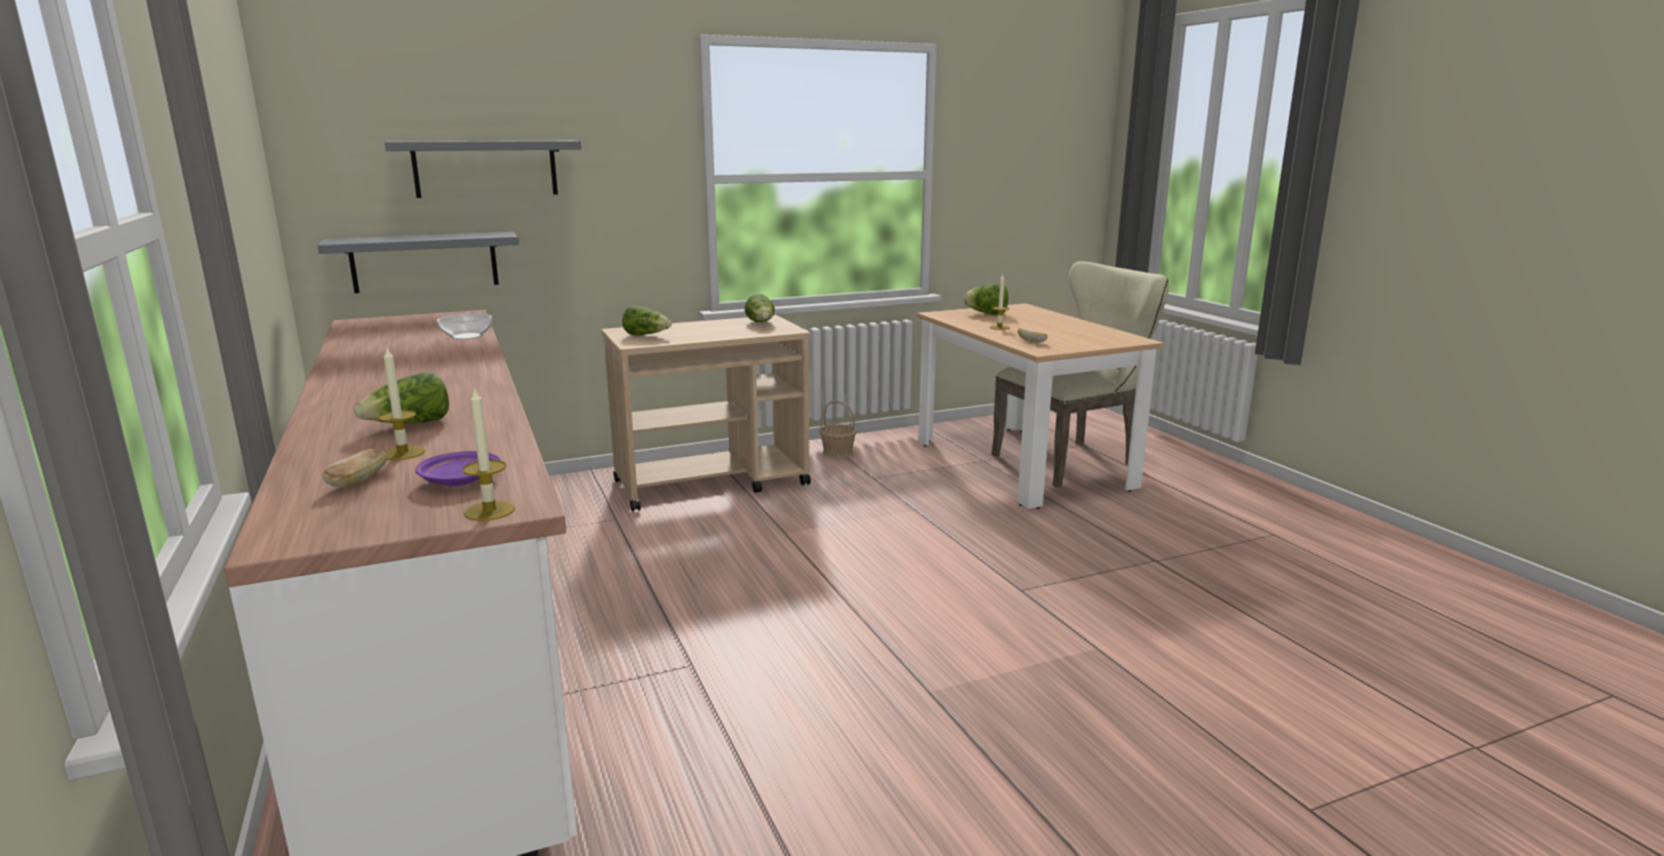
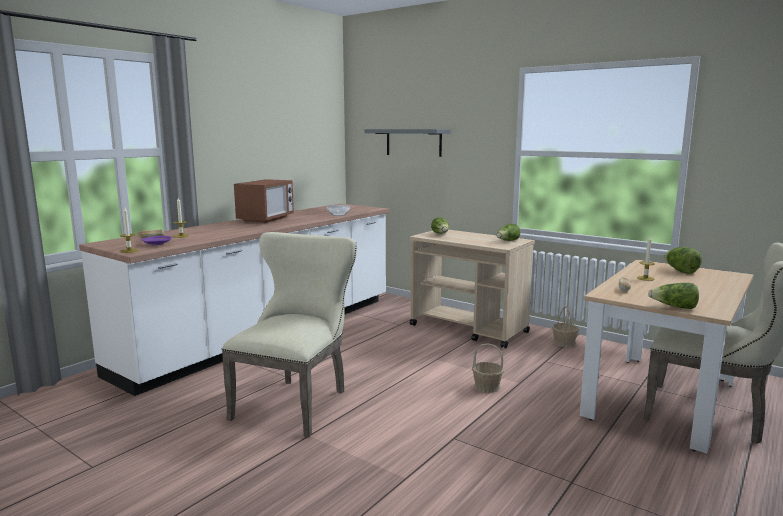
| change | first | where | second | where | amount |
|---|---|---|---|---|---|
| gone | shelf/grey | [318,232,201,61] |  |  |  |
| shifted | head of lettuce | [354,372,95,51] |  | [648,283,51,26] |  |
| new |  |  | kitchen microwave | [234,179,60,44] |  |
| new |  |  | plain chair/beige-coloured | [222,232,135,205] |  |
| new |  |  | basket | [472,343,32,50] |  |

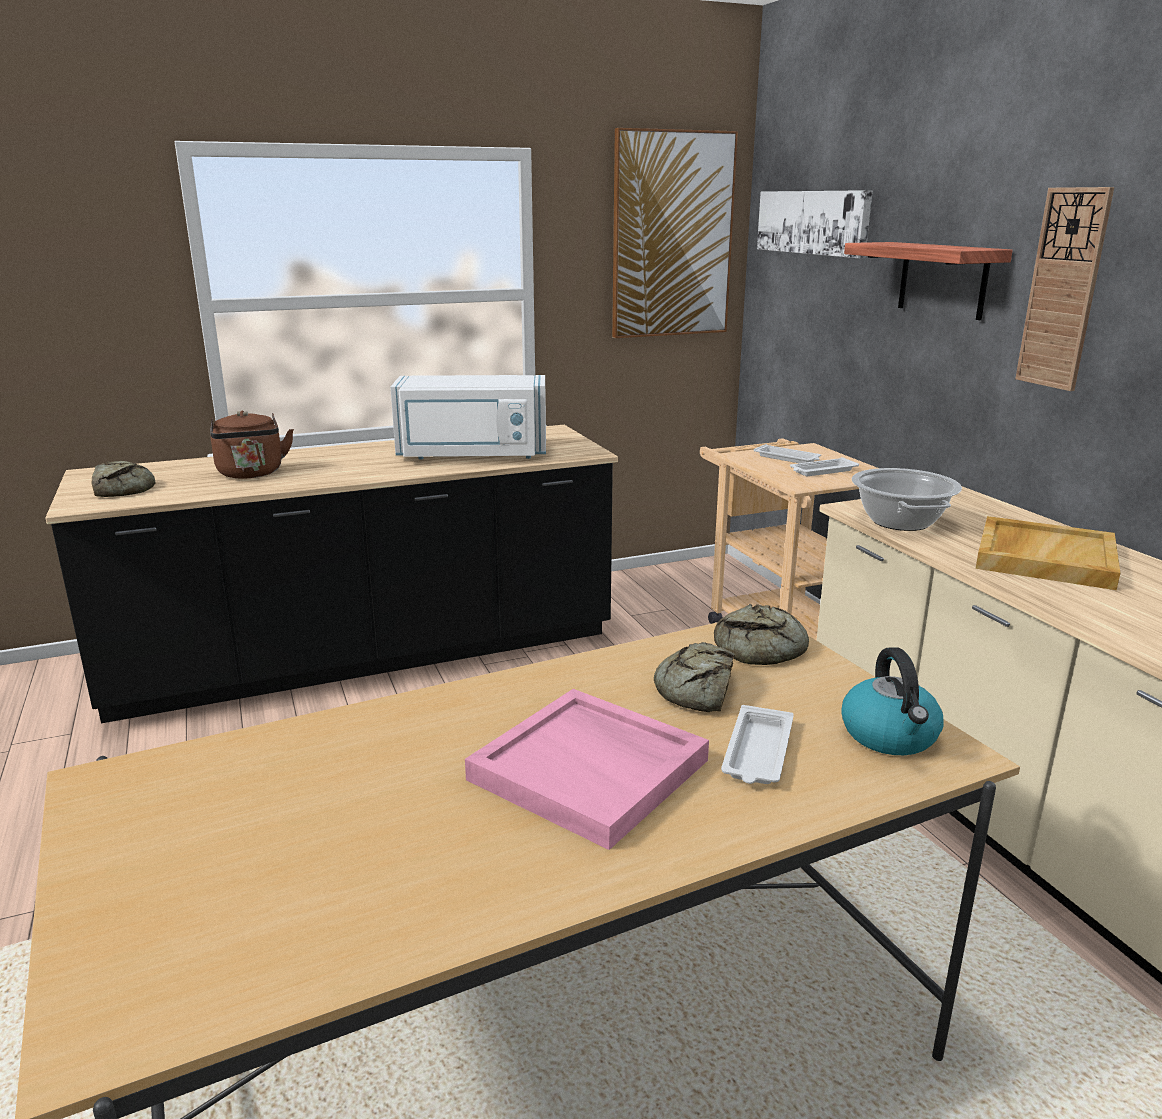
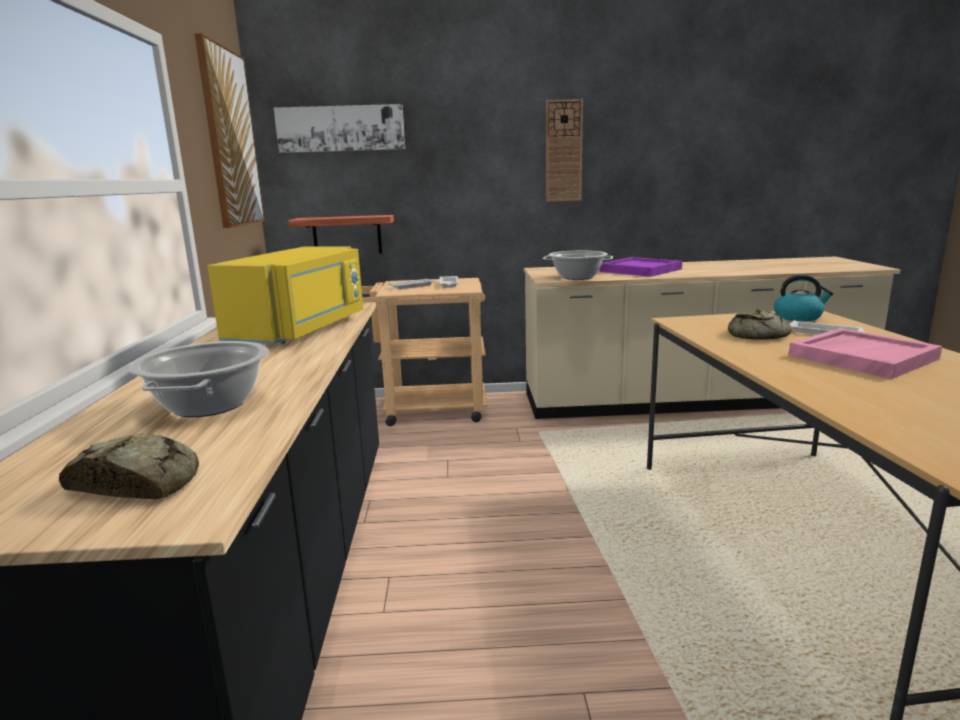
| change | first | where | second | where | amount |
|---|---|---|---|---|---|
| shifted | shelf | [844,242,169,78] |  | [289,215,105,39] |  |
| repainted | kitchen microwave/white | [390,375,156,85] | kitchen microwave/yellow | [207,246,156,98] |  |
| swapped | kettle/brown | [210,411,84,68] | cooking pot | [129,341,139,76] |  |
| repainted | carrying tray/beige-coloured | [976,516,144,74] | carrying tray/purple-coloured | [599,257,83,20] |  |
| gone | baked bread | [714,604,95,61] |  |  |  |

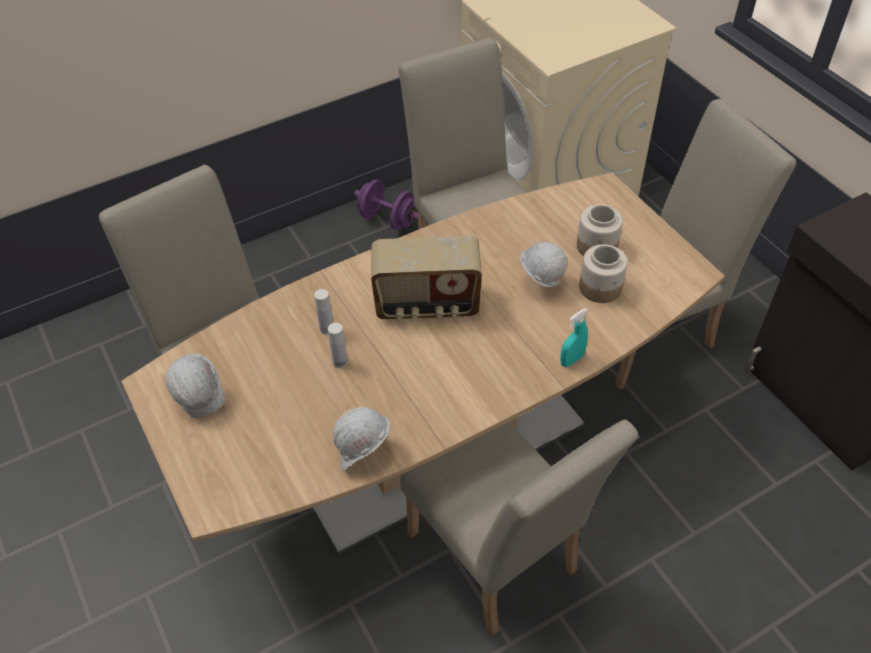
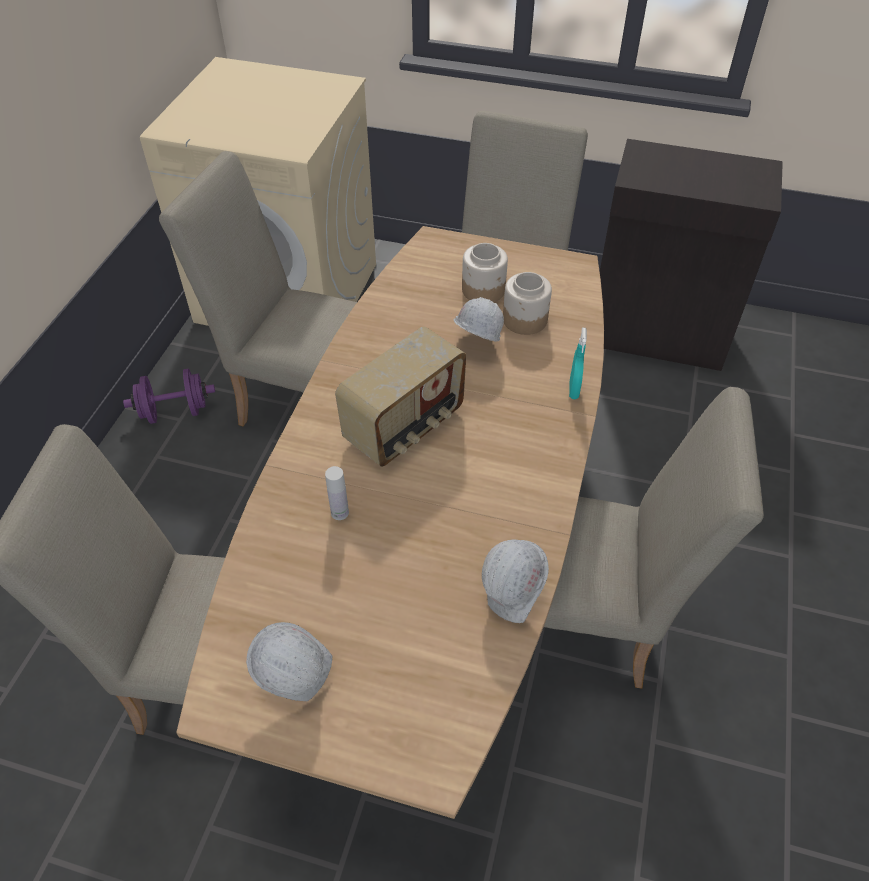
| change | first | where | second | where | amount |
|---|---|---|---|---|---|
| gone | drink bottle/white | [328,323,20,45] |  |  |  |

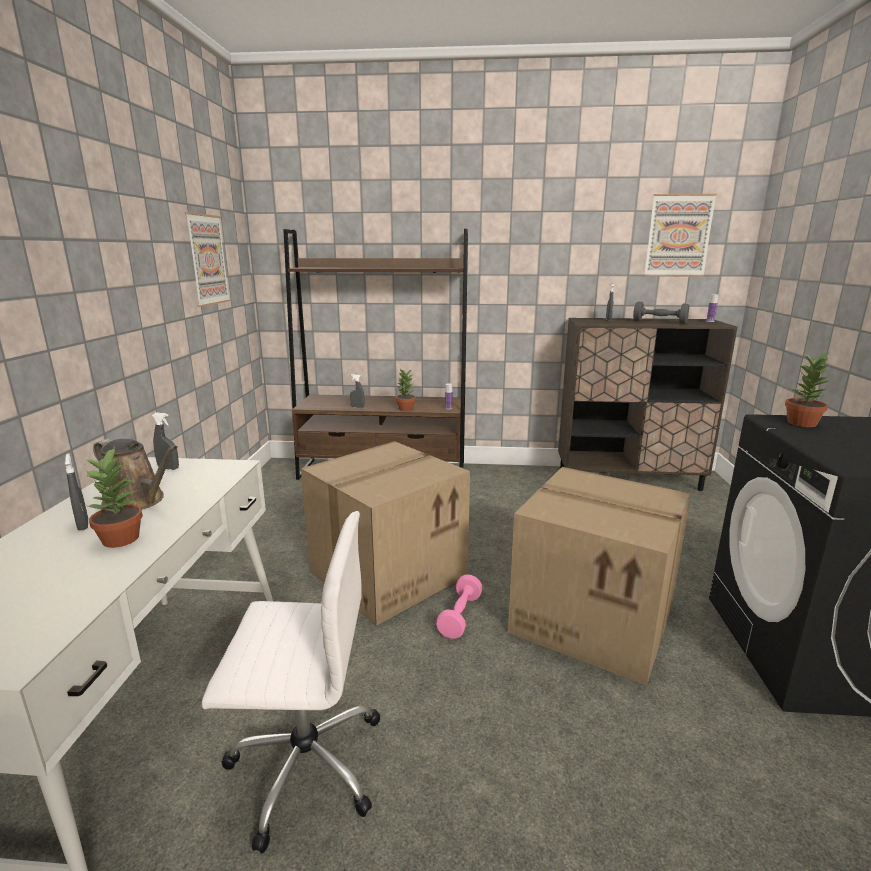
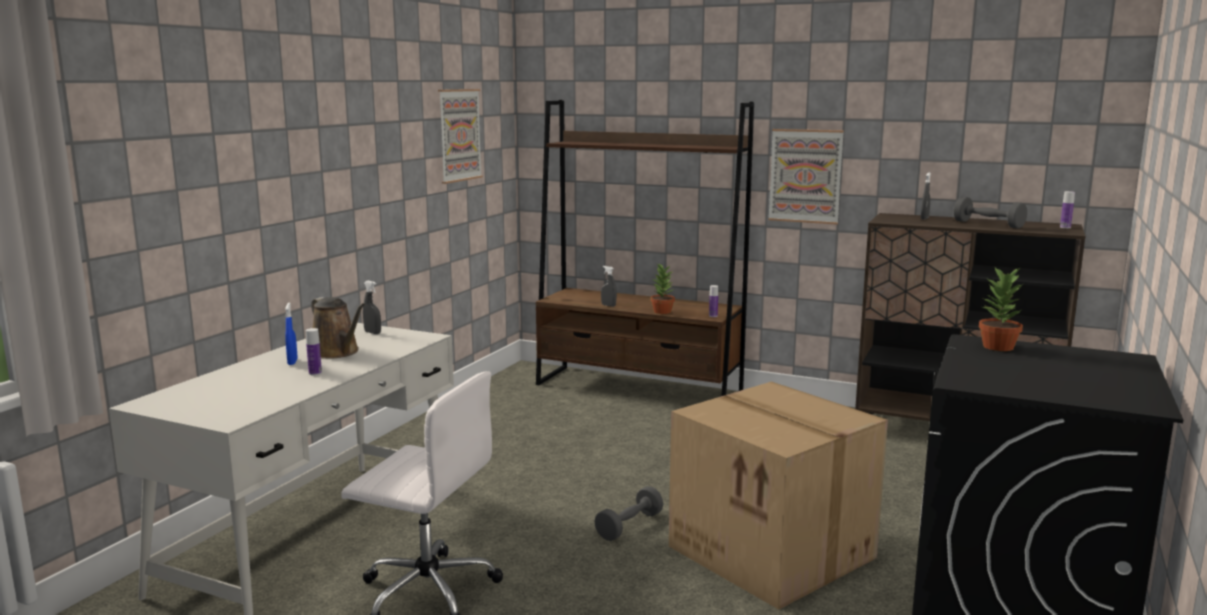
| change | first | where | second | where | amount |
|---|---|---|---|---|---|
| shifted | picture | [644,194,73,82] |  | [768,129,76,95] |  |
| gone | cardboard box | [301,441,169,185] |  |  |  |
| swapped | potted plant | [85,446,58,102] | drink bottle | [306,328,16,47] |  |
| repainted | sprayer/grey | [65,453,23,78] | sprayer/bluish | [285,303,13,62] |  |
| repainted | dumbbell/pinkish | [436,575,47,64] | dumbbell/grey | [594,486,69,55] |  |

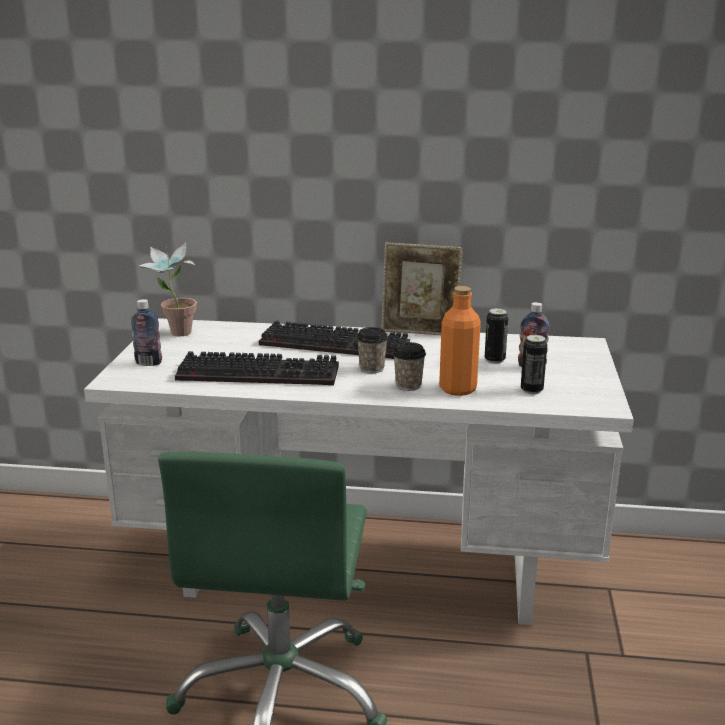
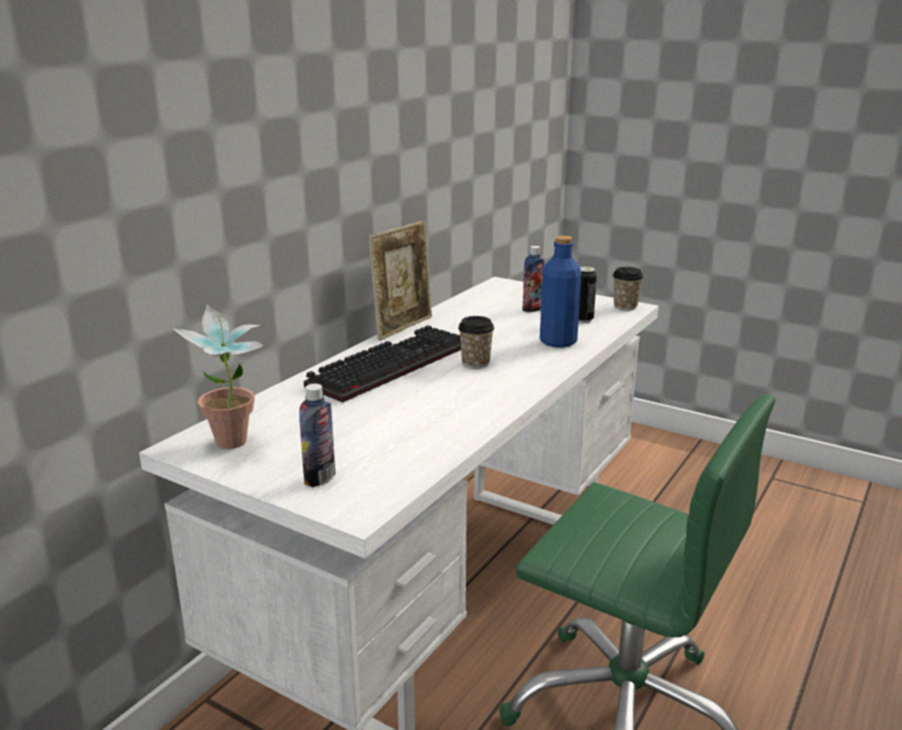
| change | first | where | second | where | amount |
|---|---|---|---|---|---|
| repainted | drink bottle/orange | [439,286,42,110] | drink bottle/bluish | [540,236,41,112] |  |
| gone | sealed can | [485,308,23,56] |  |  |  |
| shifted | drinking cup | [393,342,33,49] |  | [613,267,30,43] |  |
| gone | keyboard | [175,351,164,34] |  |  |  |

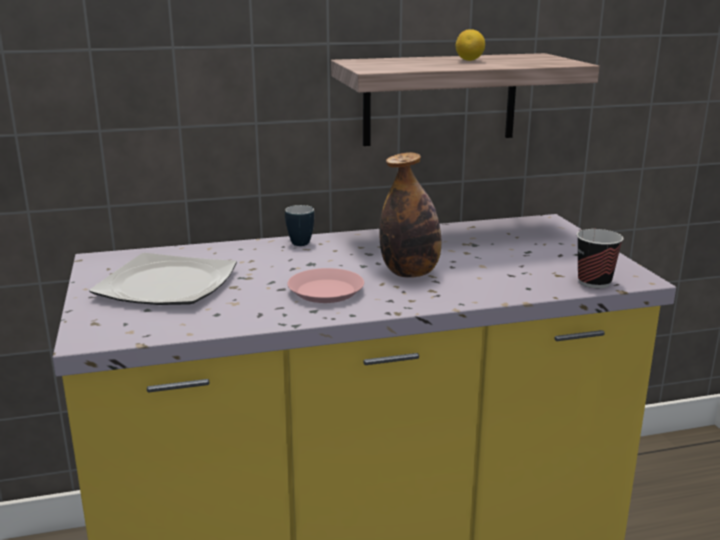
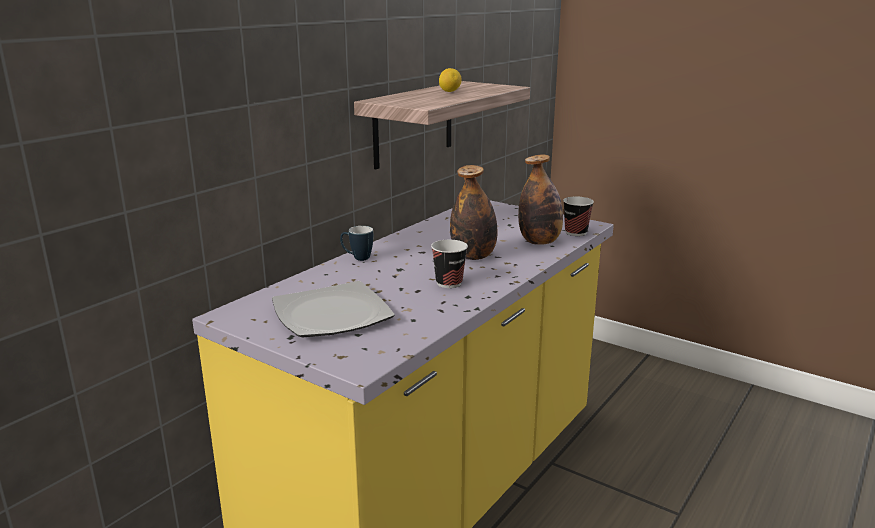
| change | first | where | second | where | amount |
|---|---|---|---|---|---|
| swapped | flat dish/pinkish | [287,268,77,35] | drinking cup | [431,240,37,48] |  |
| new |  |  | drink bottle | [518,154,45,91] |  |

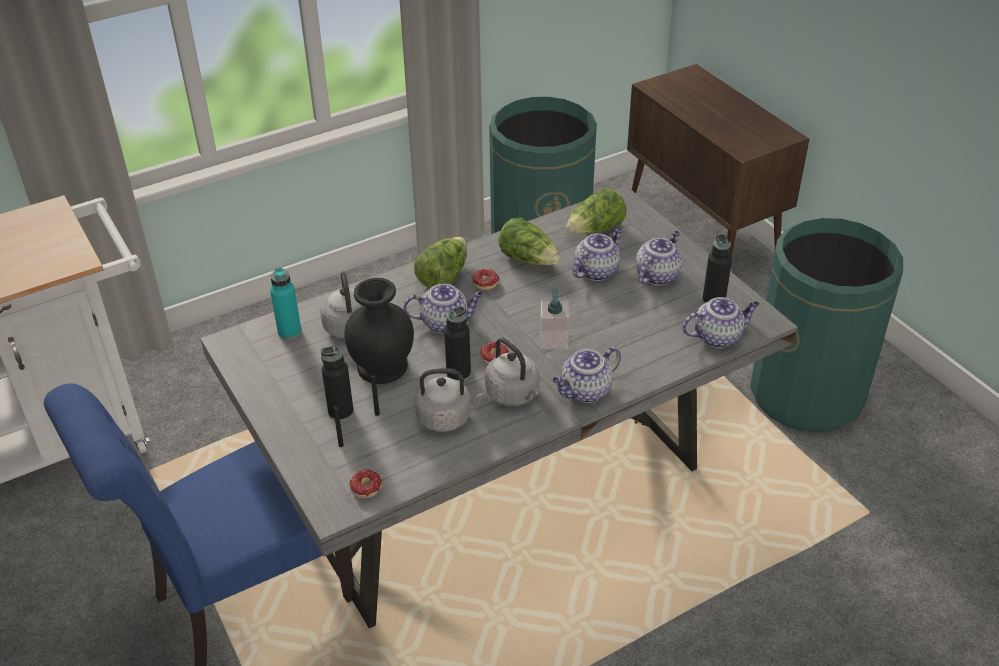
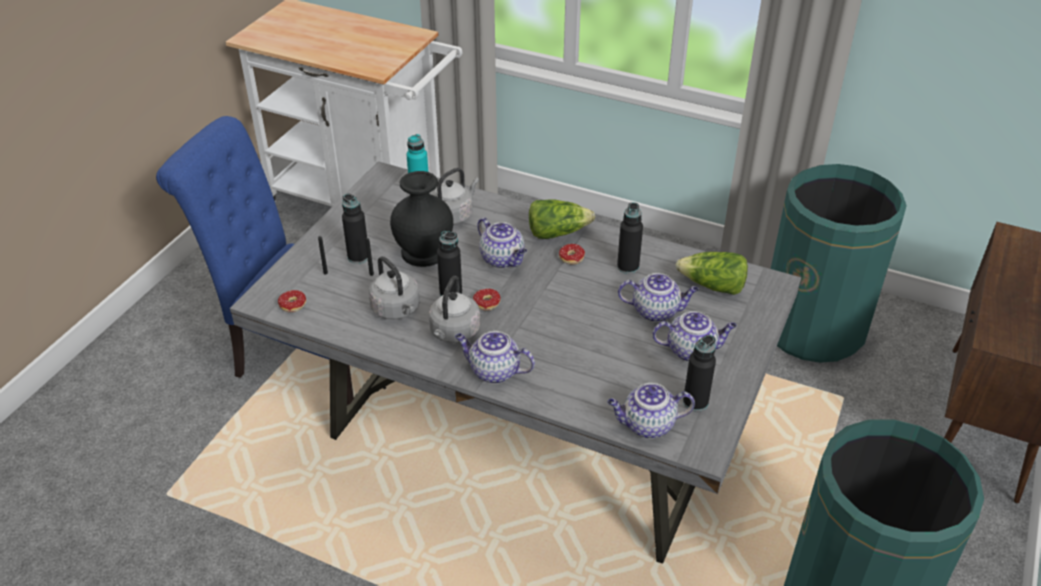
| change | first | where | second | where | amount |
|---|---|---|---|---|---|
| swapped | head of lettuce | [498,218,62,47] | drink bottle/black | [617,202,26,72] |  |
| gone | soap dispenser | [540,289,30,60] |  |  |  |
| rotated | tea pot | [682,297,77,51] |  | [607,383,88,56] | 135 degrees clockwise |

